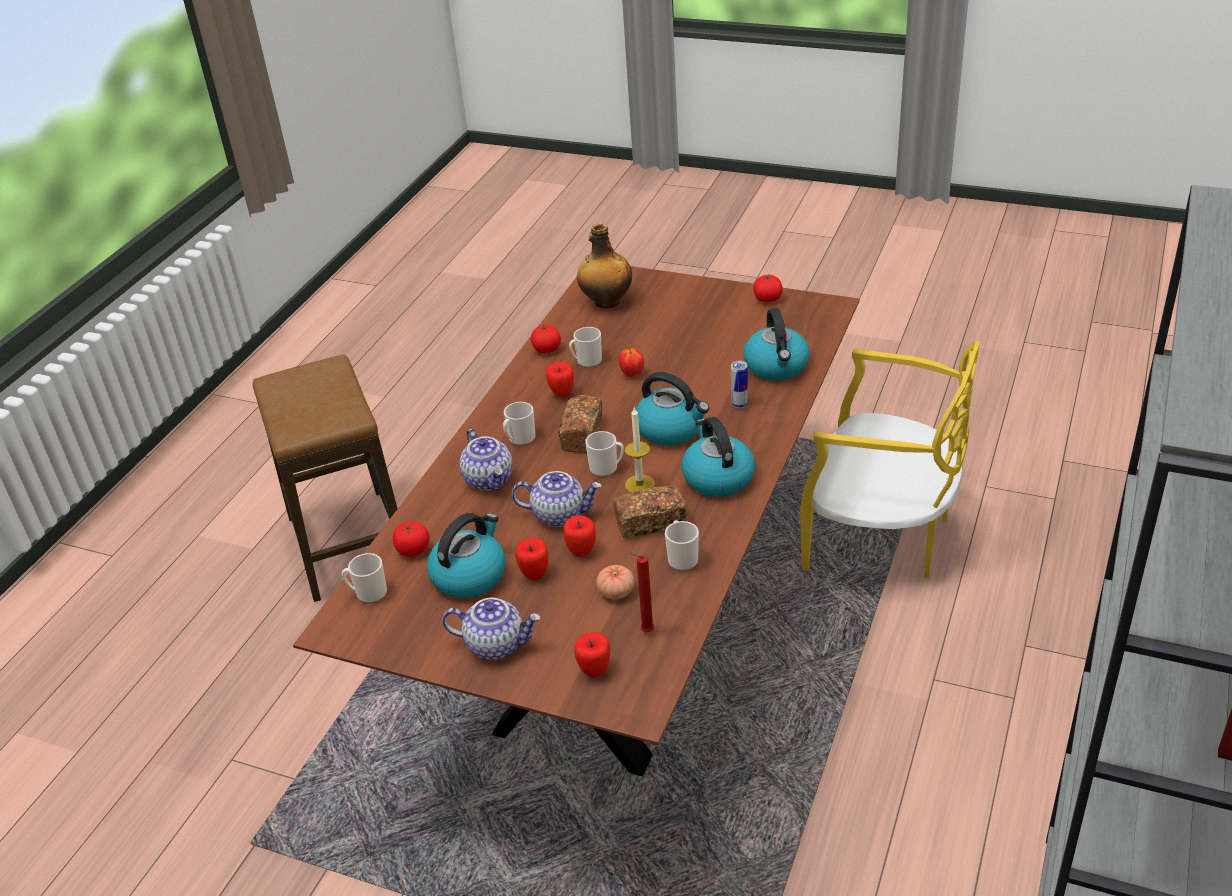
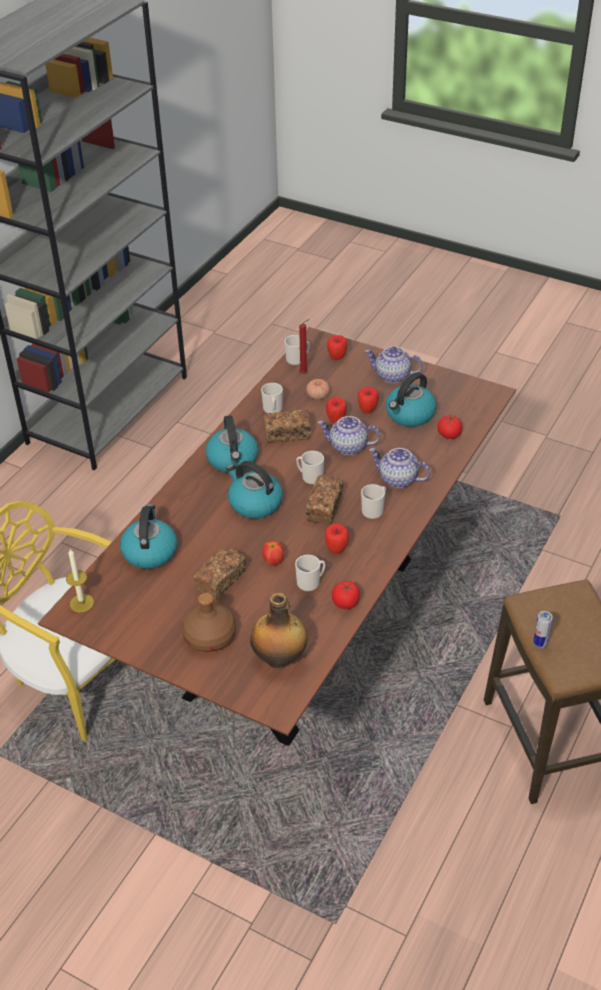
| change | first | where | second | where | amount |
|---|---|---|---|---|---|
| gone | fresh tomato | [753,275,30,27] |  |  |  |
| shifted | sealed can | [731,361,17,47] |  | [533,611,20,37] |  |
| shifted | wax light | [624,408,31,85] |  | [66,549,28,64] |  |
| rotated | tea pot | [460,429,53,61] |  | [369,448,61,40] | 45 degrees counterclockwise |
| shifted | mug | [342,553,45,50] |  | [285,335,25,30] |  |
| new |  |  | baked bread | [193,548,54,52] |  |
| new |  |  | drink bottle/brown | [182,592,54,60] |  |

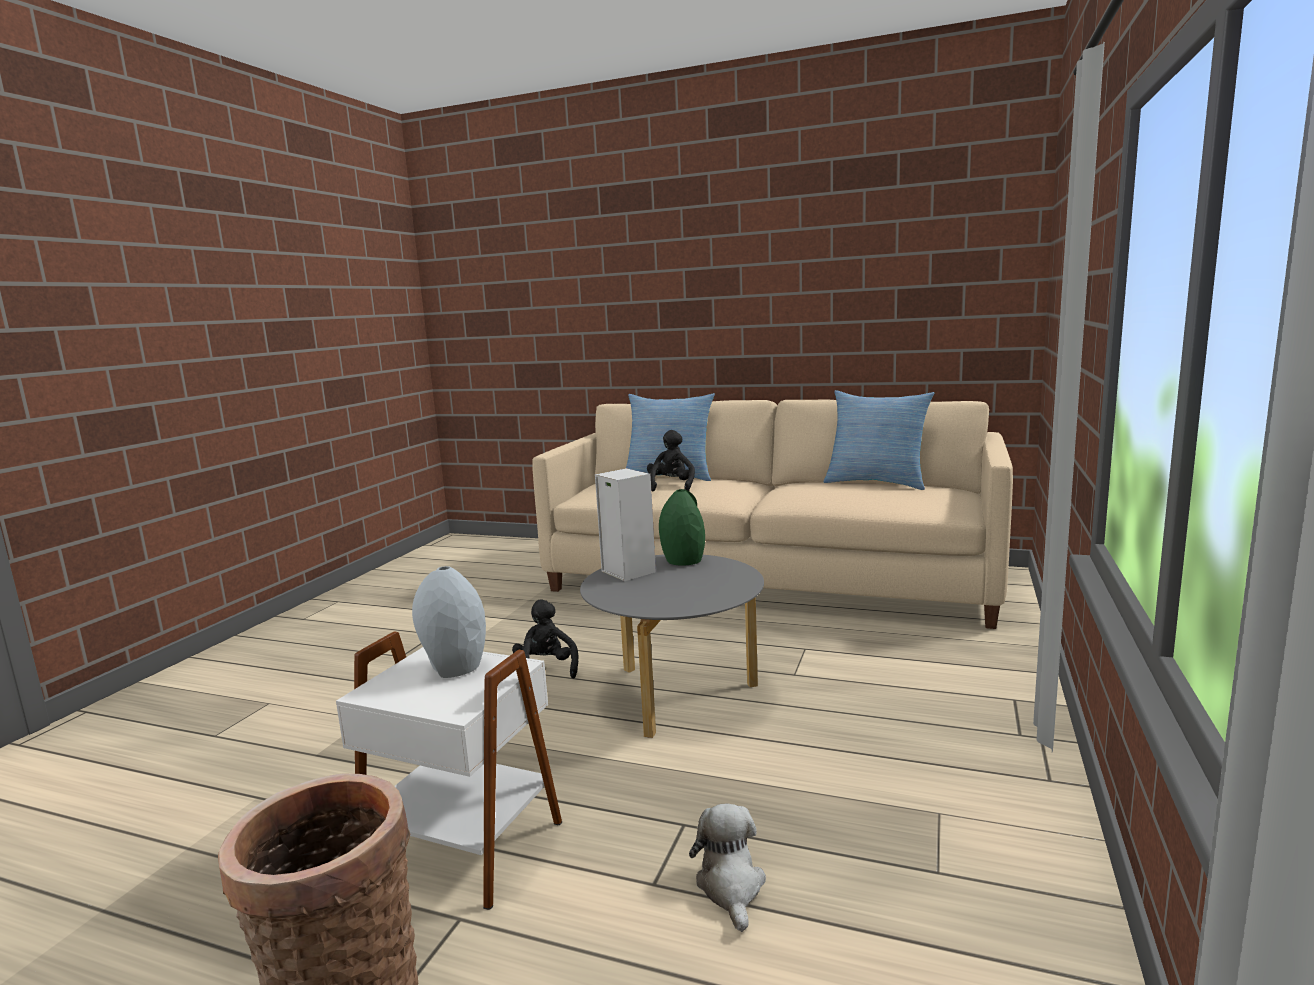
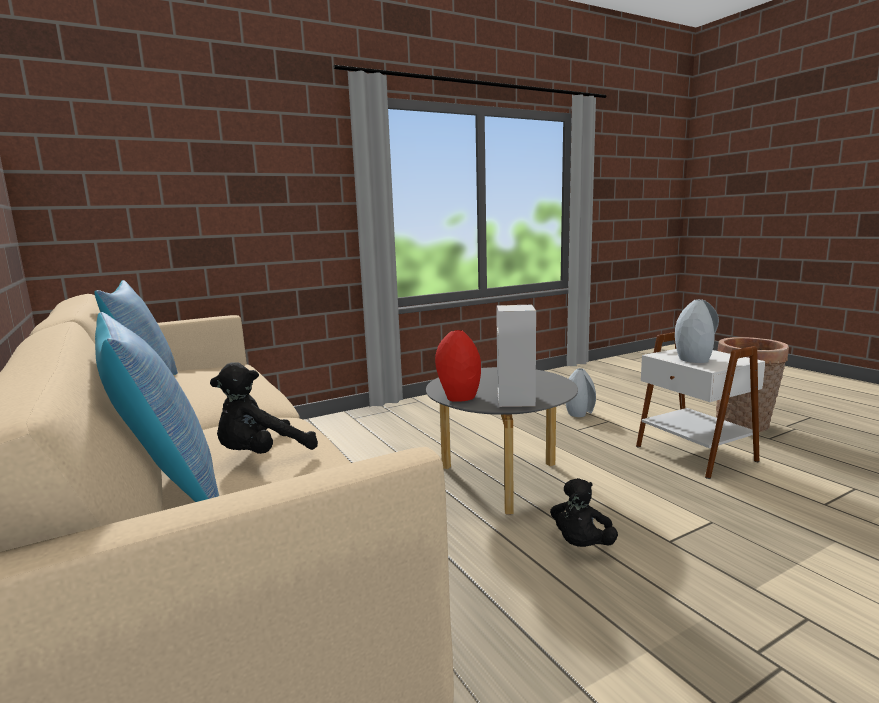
| change | first | where | second | where | amount |
|---|---|---|---|---|---|
| repainted | vase/greenish | [659,489,46,77] | vase/red-coloured | [435,330,46,72] |  |
| swapped | plush toy | [689,804,77,128] | vase/grey | [565,368,31,49] |  |

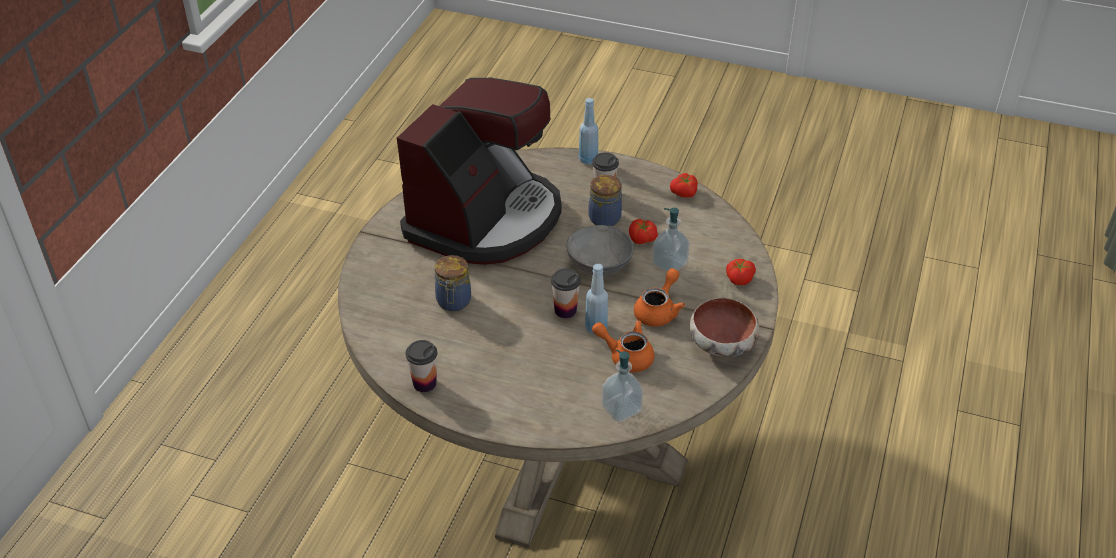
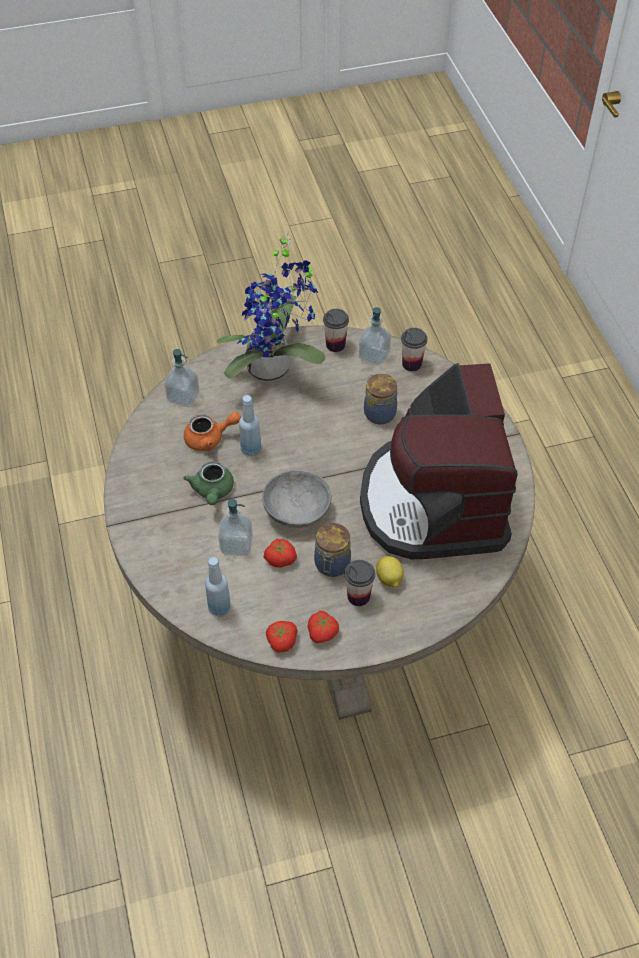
| change | first | where | second | where | amount |
|---|---|---|---|---|---|
| shifted | drink bottle/bluish | [579,98,19,67] |  | [205,557,26,59] |  |
| shifted | fresh tomato | [726,259,30,27] |  | [307,611,32,32] |  |
| shifted | drinking cup | [551,268,30,50] |  | [401,328,27,43] |  |
| repainted | tea pot/orange | [634,268,51,59] | tea pot/greenish | [183,461,51,44] |  |
| gone | bowl | [690,298,70,59] |  |  |  |
| new |  |  | potted plant | [217,231,109,152] |  |
| new |  |  | soap dispenser | [359,307,32,58] |  |
| new |  |  | lemon | [376,556,28,32] |  |

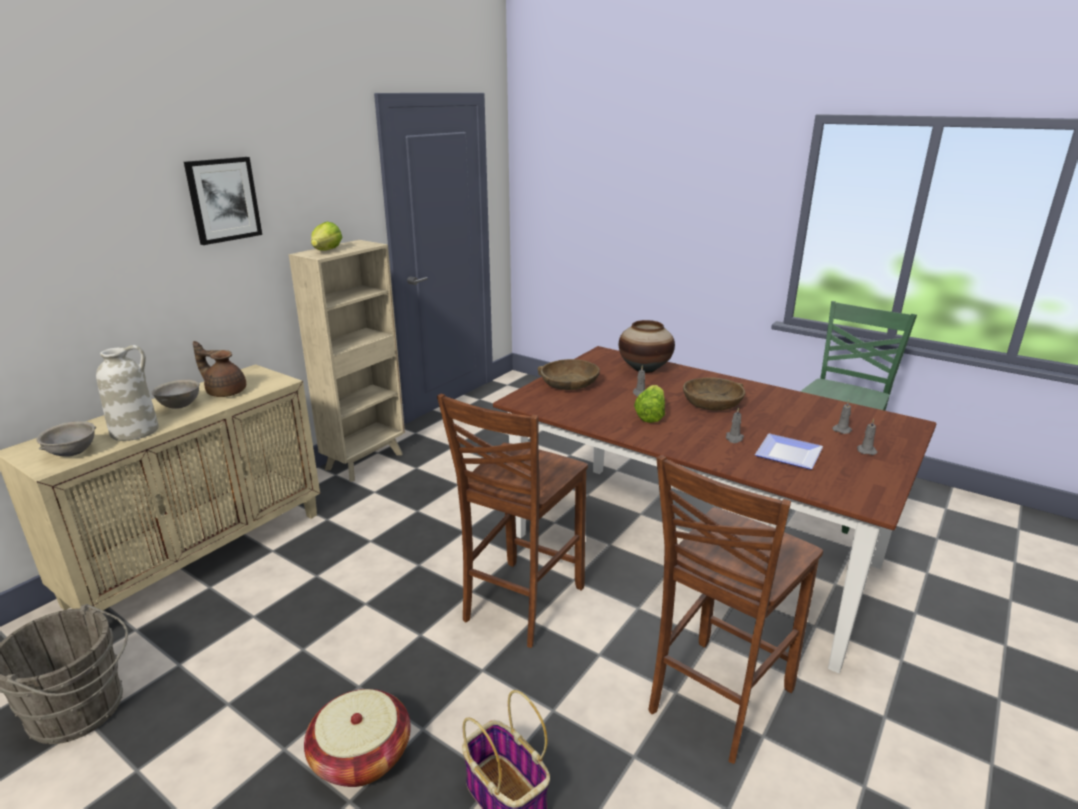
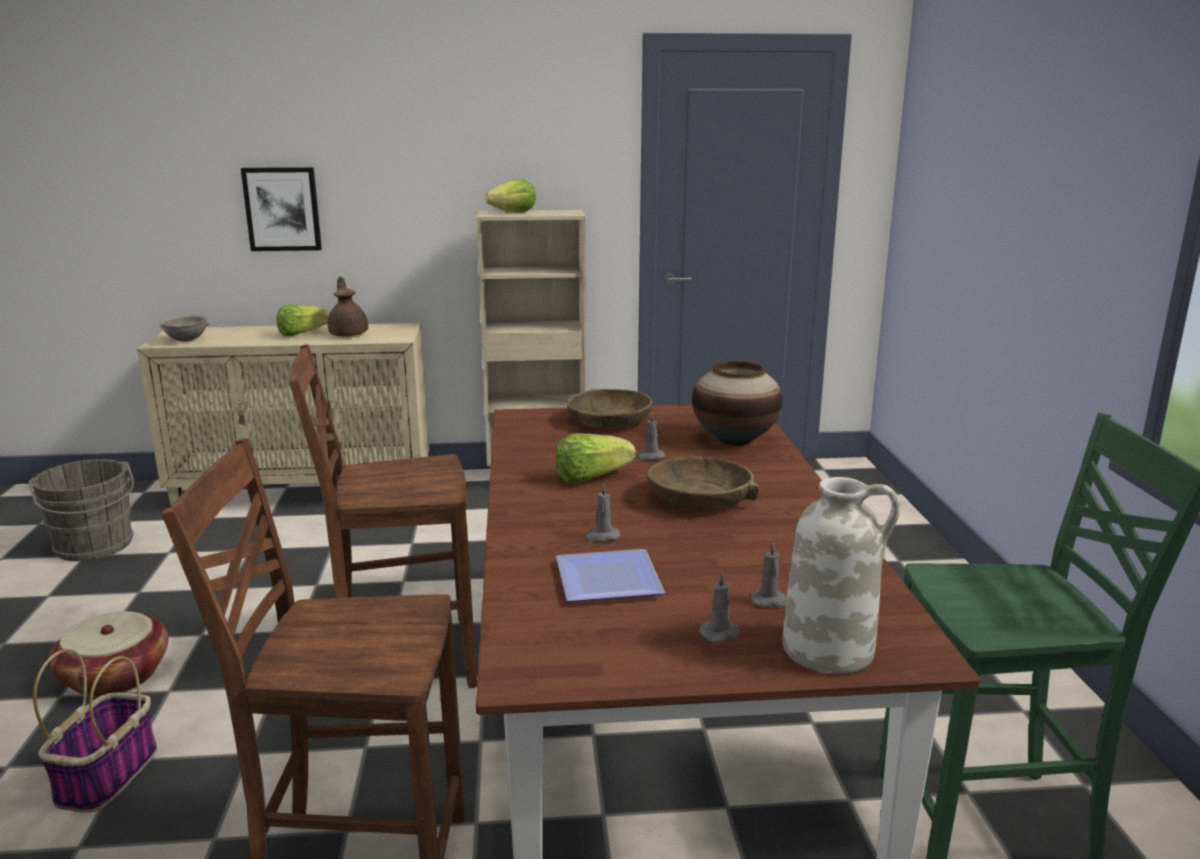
| change | first | where | second | where | amount |
|---|---|---|---|---|---|
| shifted | picture | [184,157,78,88] |  | [241,167,81,84] |  |
| shifted | vase/white | [96,345,63,96] |  | [782,477,118,197] |  |
| swapped | bowl/grey | [151,380,49,29] | head of lettuce | [276,305,53,31] |  |

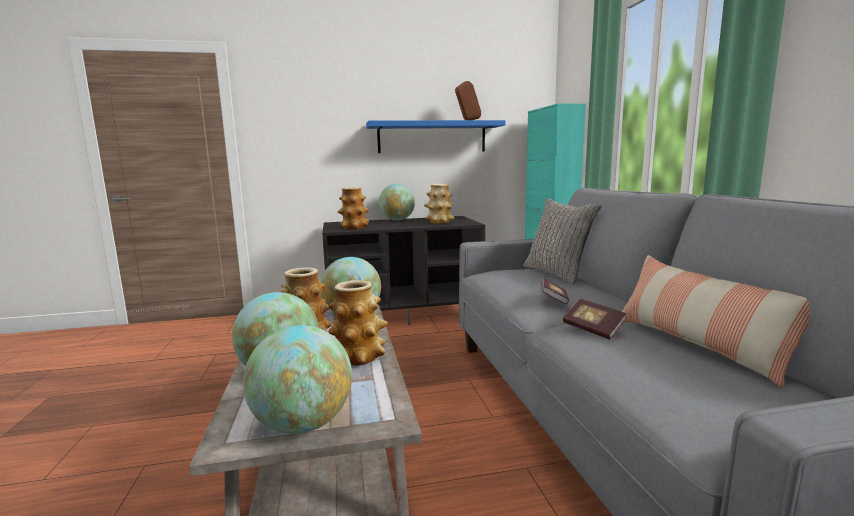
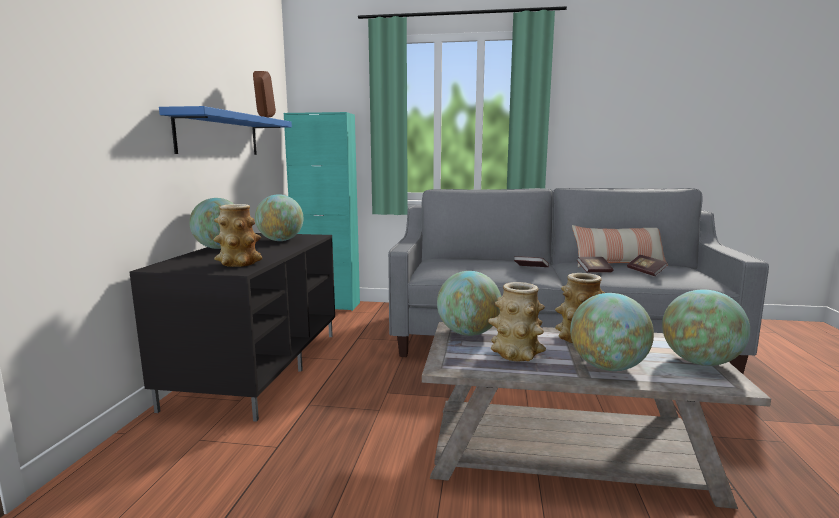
| change | first | where | second | where | amount |
|---|---|---|---|---|---|
| swapped | vase | [424,184,30,40] | world globe | [255,194,49,47] |  |
| gone | cushion/grey | [524,198,78,87] |  |  |  |
| new |  |  | bound book | [627,255,40,21] |  |

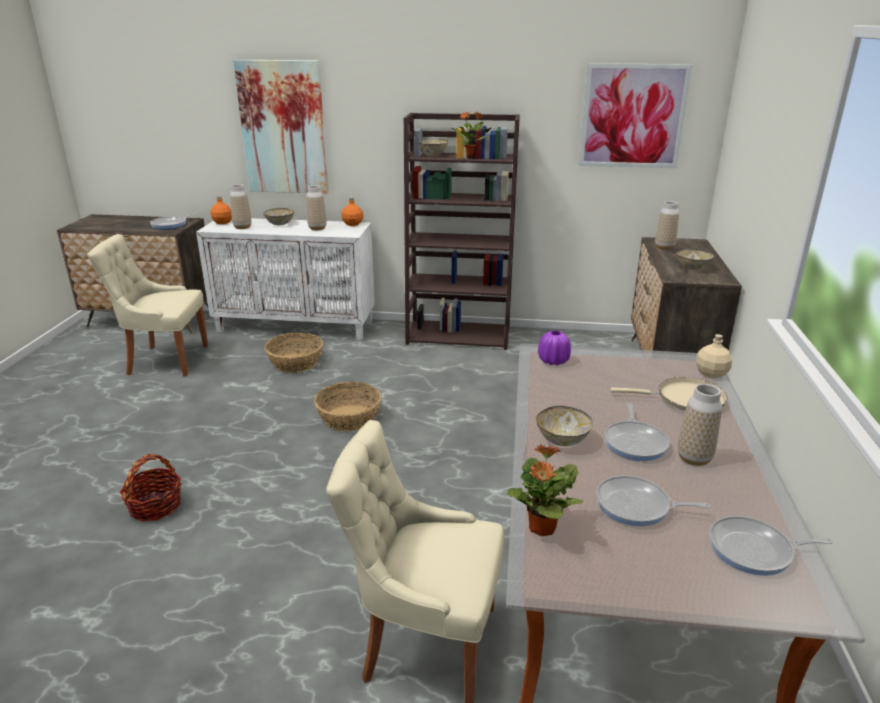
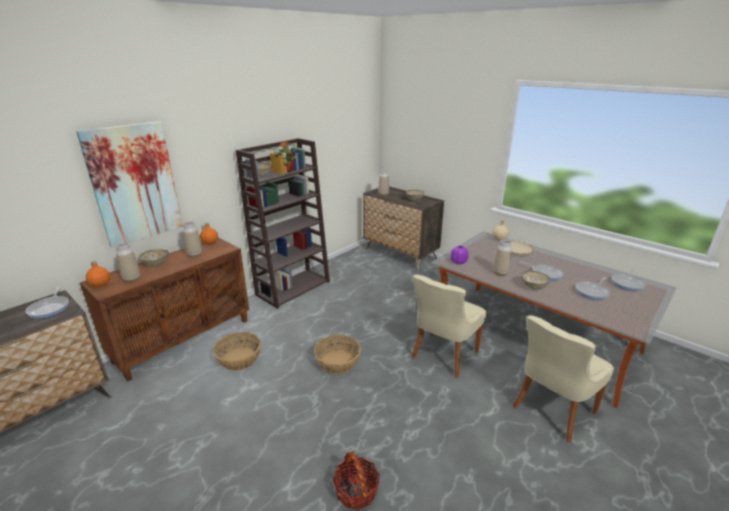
| change | first | where | second | where | amount |
|---|---|---|---|---|---|
| gone | picture | [579,63,113,105] |  |  |  |
| repainted | cabinet/white | [196,218,179,122] | cabinet/brown | [80,237,169,145] |  |
| shifted | plain chair/beige-coloured | [87,234,121,142] |  | [411,275,75,103] |  |
| shifted | vase | [678,384,44,82] |  | [493,239,19,37] |  |
| gone | potted plant | [507,444,76,92] |  |  |  |

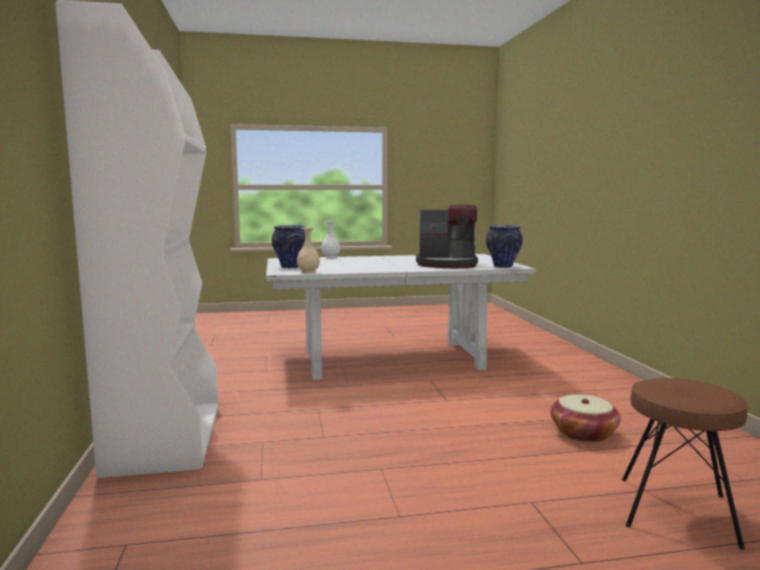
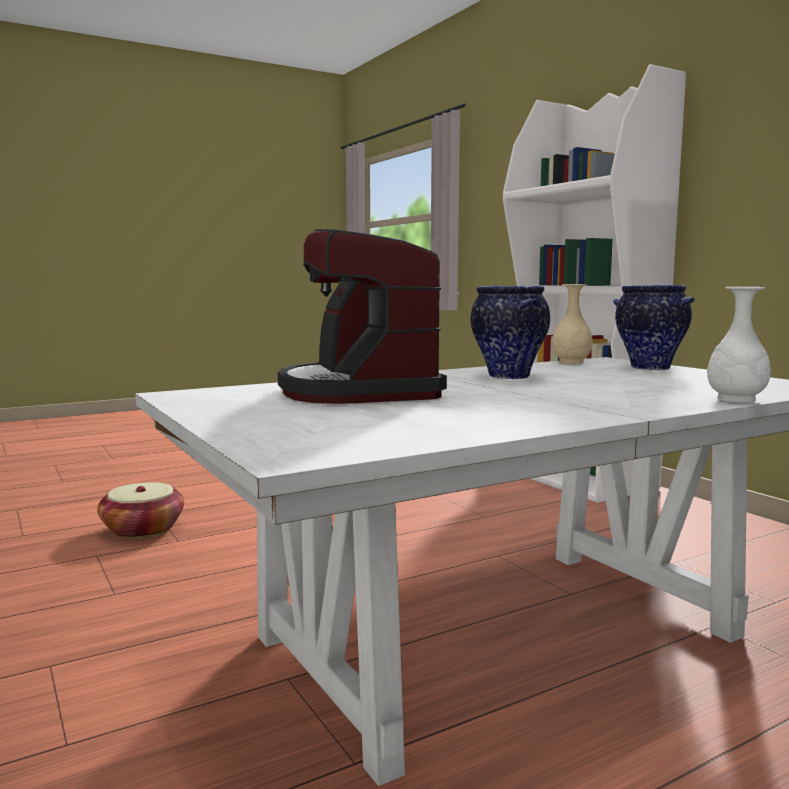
| change | first | where | second | where | amount |
|---|---|---|---|---|---|
| rotated | coffee brewer | [416,205,62,63] |  | [278,229,169,175] | 90 degrees counterclockwise |
| shifted | vase | [486,225,36,43] |  | [471,286,79,93] |  |
| gone | stool/brown | [622,378,126,172] |  |  |  |

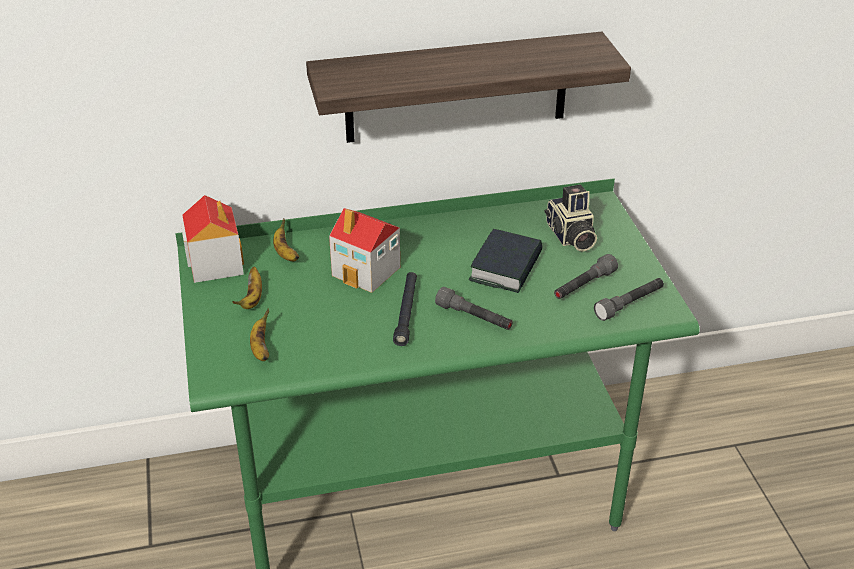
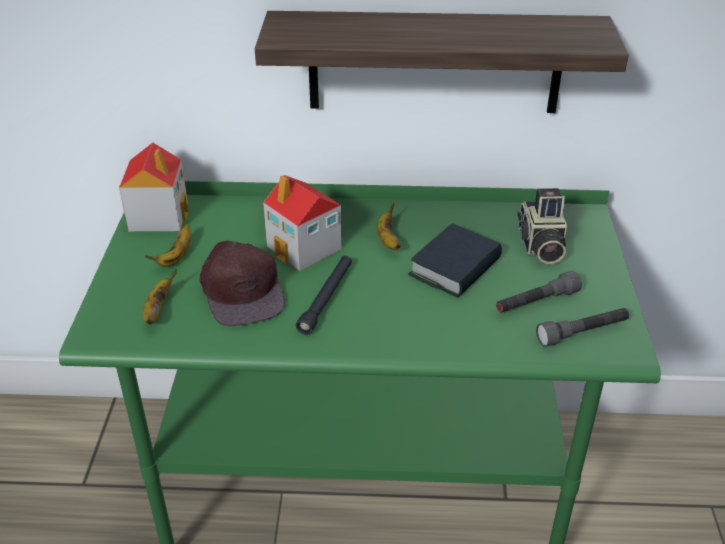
| change | first | where | second | where | amount |
|---|---|---|---|---|---|
| shifted | banana | [273,218,26,43] |  | [377,202,24,48] |  |
| gone | flashlight/grey | [435,287,78,43] |  |  |  |
| new |  |  | peaked cap/brown | [200,240,85,86] |  |

